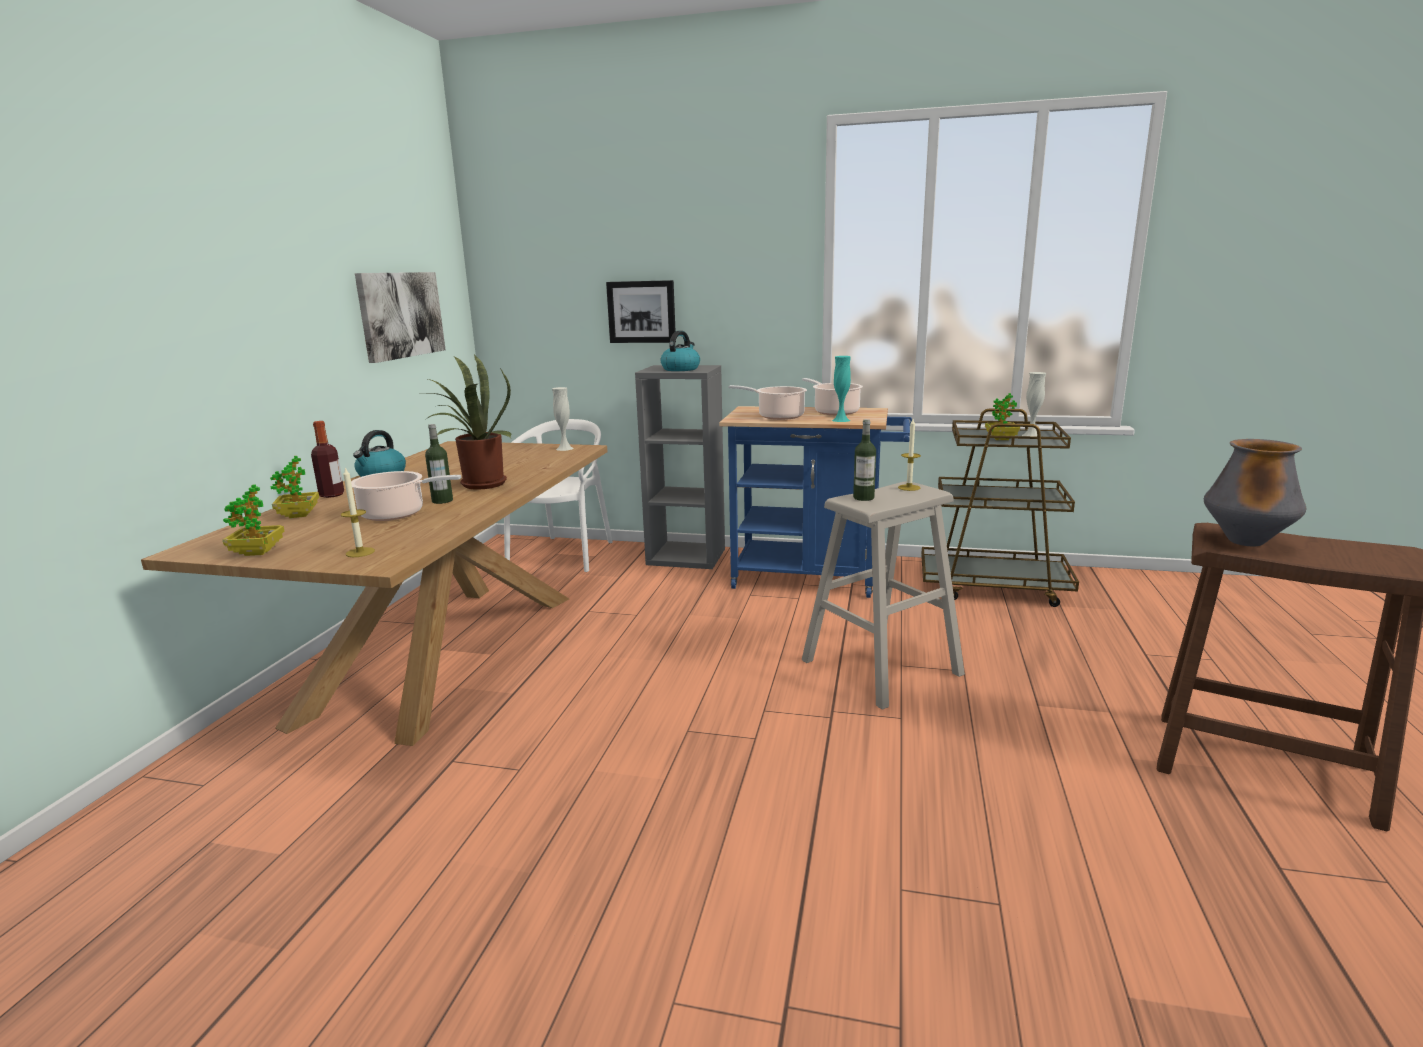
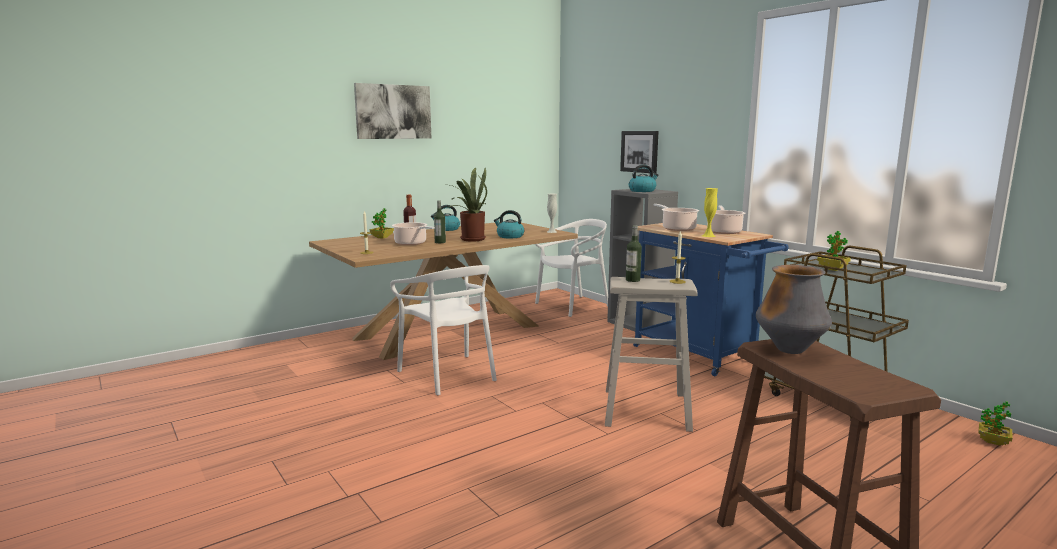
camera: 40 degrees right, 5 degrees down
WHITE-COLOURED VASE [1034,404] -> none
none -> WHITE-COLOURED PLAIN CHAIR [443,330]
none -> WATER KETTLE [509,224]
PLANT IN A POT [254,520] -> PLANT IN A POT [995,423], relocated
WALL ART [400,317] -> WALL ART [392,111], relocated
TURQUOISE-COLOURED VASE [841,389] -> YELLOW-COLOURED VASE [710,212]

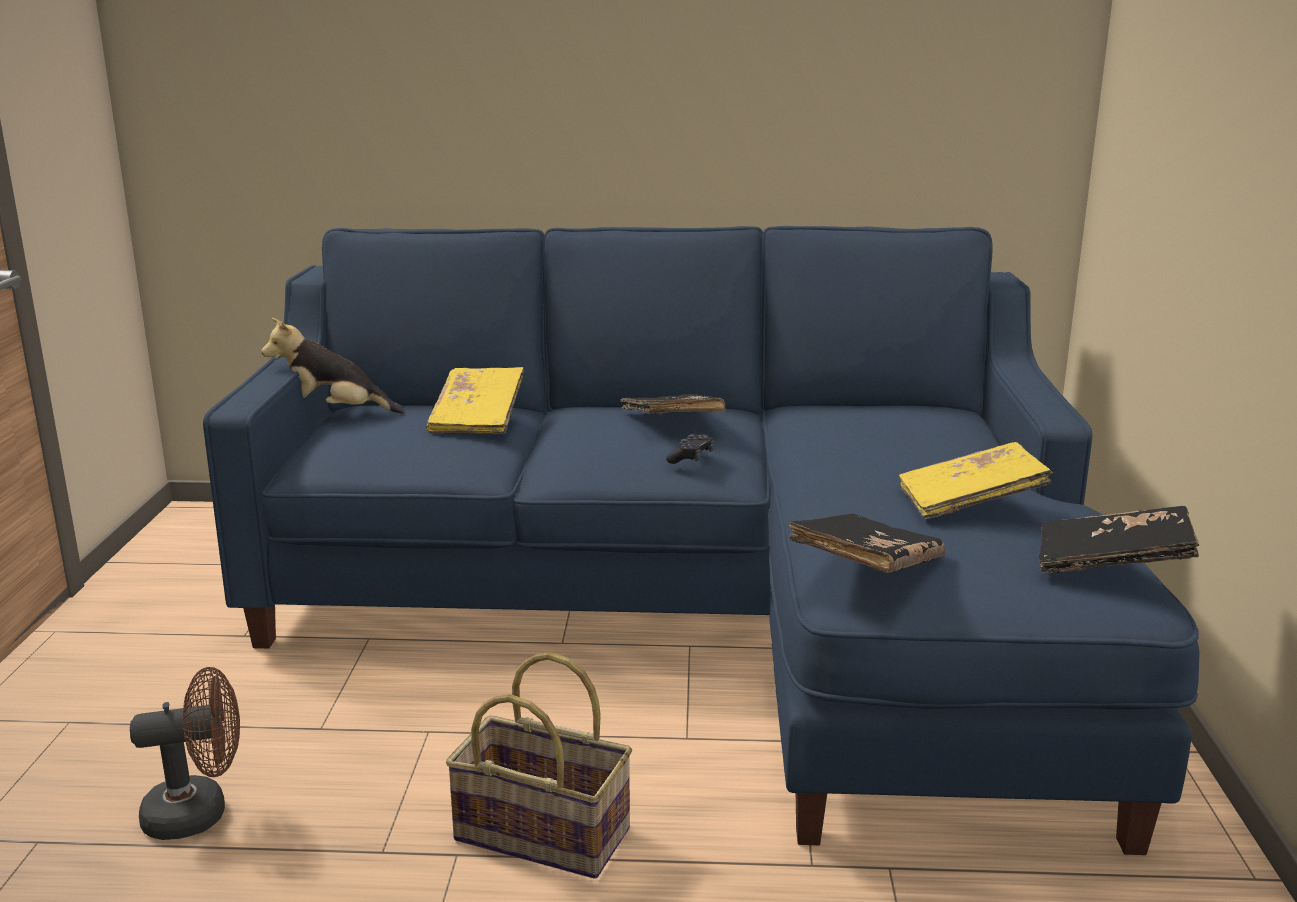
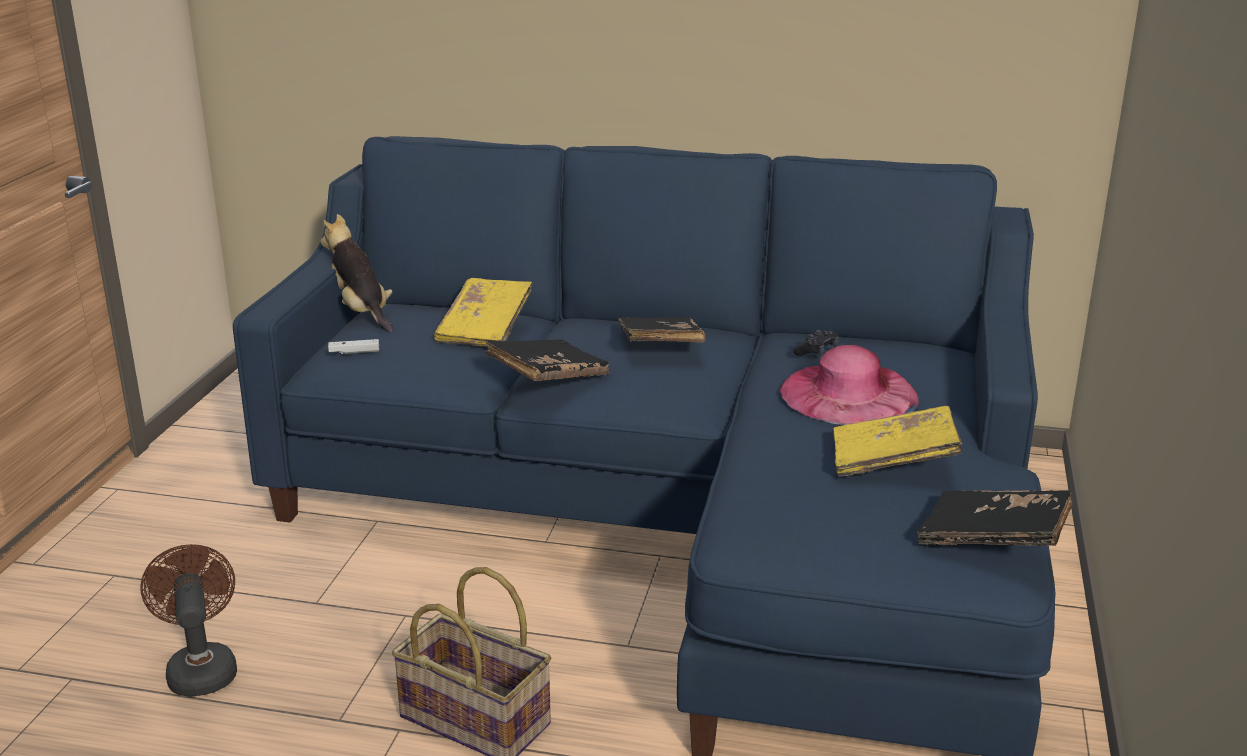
camera: 10 degrees right, 5 degrees up
none -> WHITE-COLOURED JOYPAD [353,346]
none -> PINK HAT [849,385]
BLACKISH JOYPAD [690,449] -> BLACKISH JOYPAD [816,343], relocated
BLACKISH VOLUME [866,543] -> BLACKISH VOLUME [547,360], relocated
BROWN ELECTRIC FAN [185,753] -> BROWN ELECTRIC FAN [188,620], 105 degrees counterclockwise
SOFT TOY [333,365] -> SOFT TOY [357,273], 45 degrees clockwise

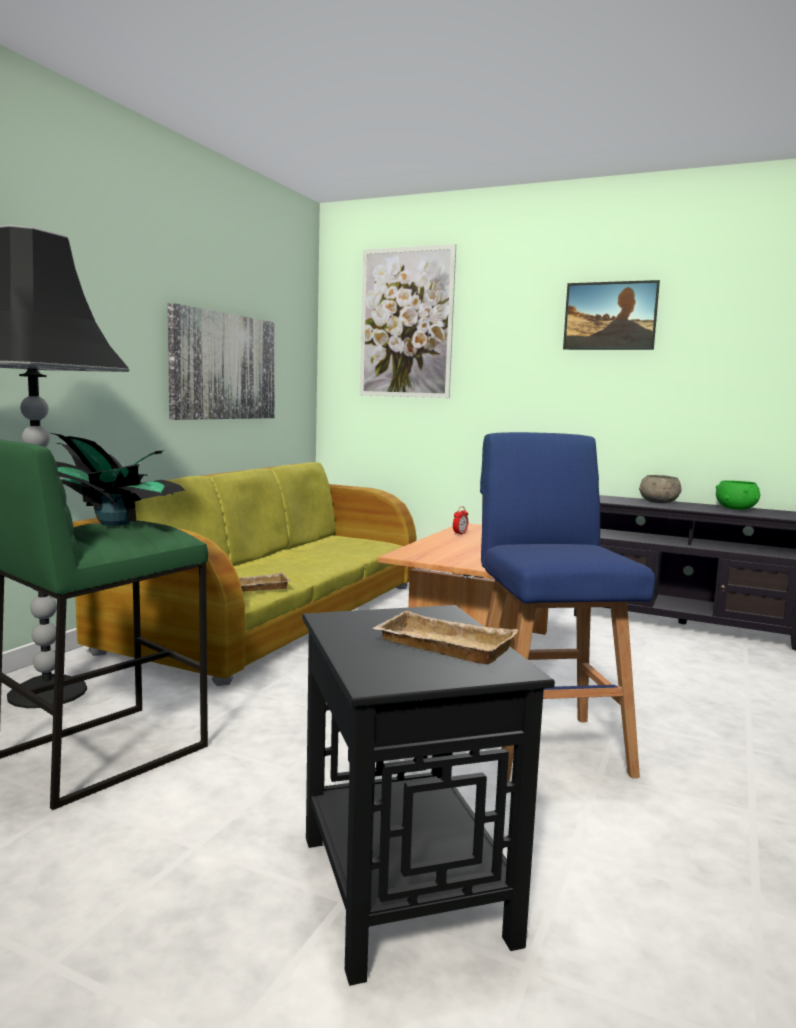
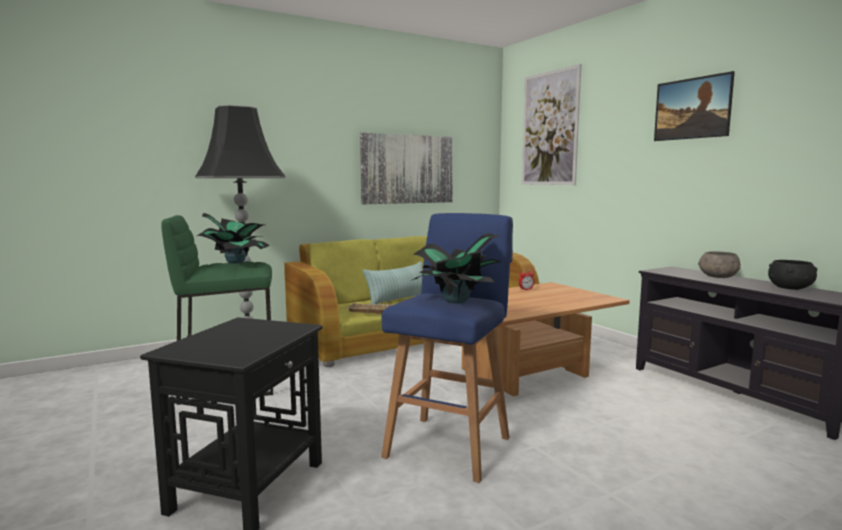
camera: 35 degrees right, 0 degrees up
BEIGE-COLOURED TRAY [445,637] -> none
none -> CUSHION [393,282]
none -> PLANT IN A POT [457,268]
GREEN-COLOURED SERVING BOWL [738,495] -> BLACKISH SERVING BOWL [792,275]

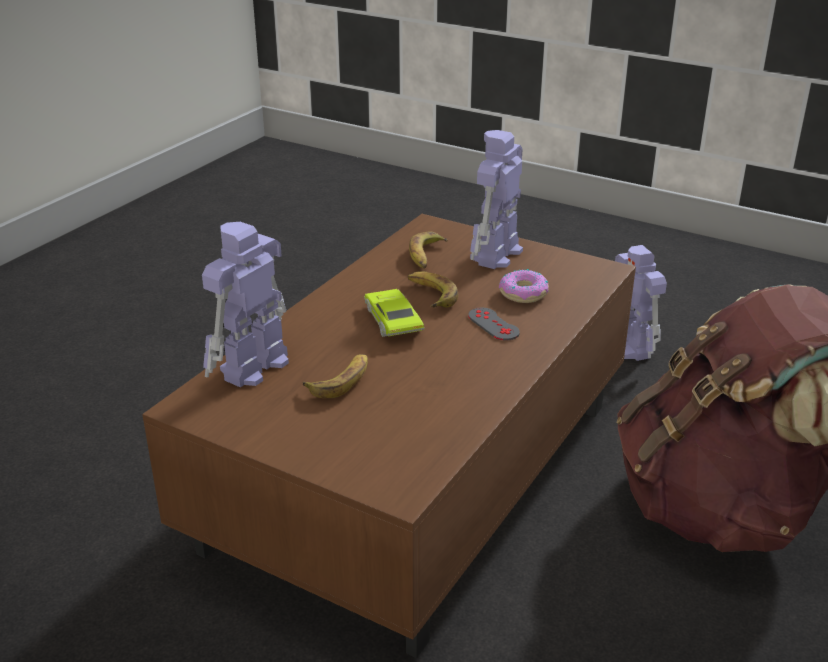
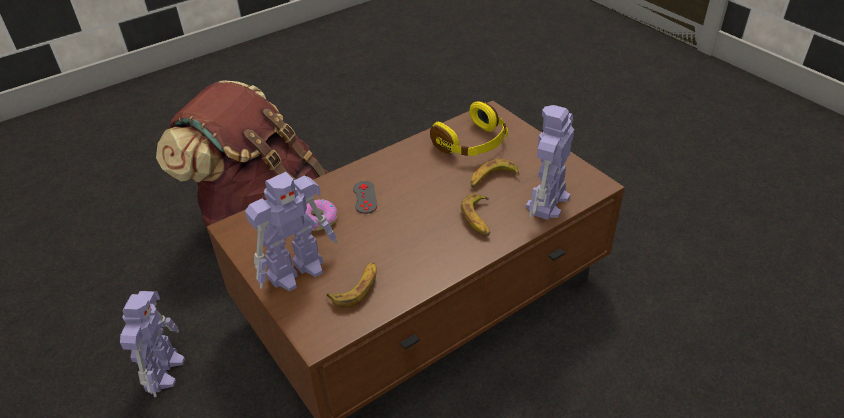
camera: 155 degrees left, 10 degrees up
GREEN-COLOURED TOY CAR [394,313] -> none
none -> YELLOW-COLOURED PAIR OF HEADPHONES [469,129]
BANANA FRUIT [433,289] -> BANANA FRUIT [475,214], relocated
TOY ROBOT [245,304] -> TOY ROBOT [550,162], 150 degrees clockwise

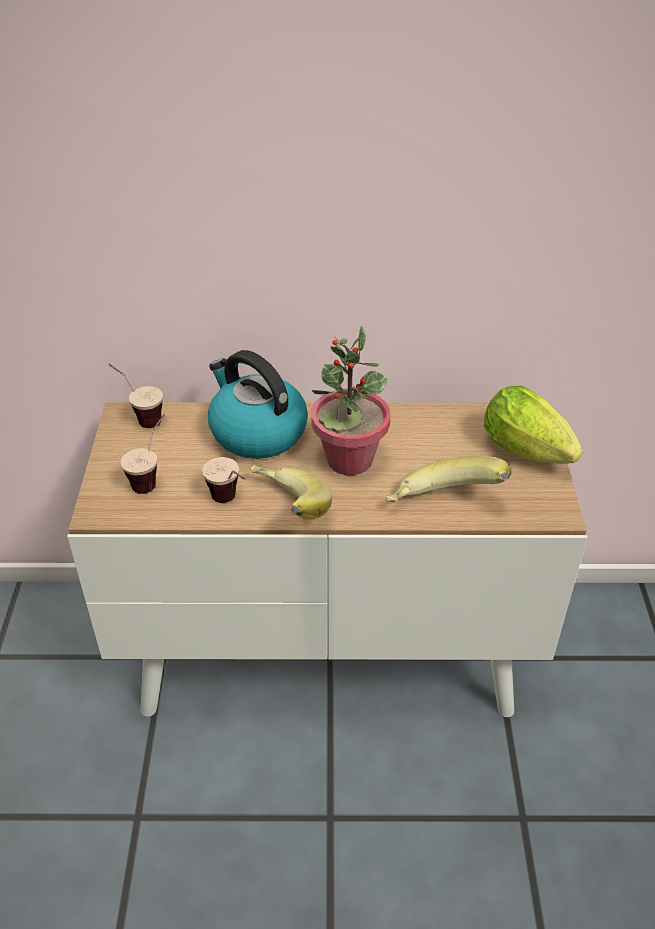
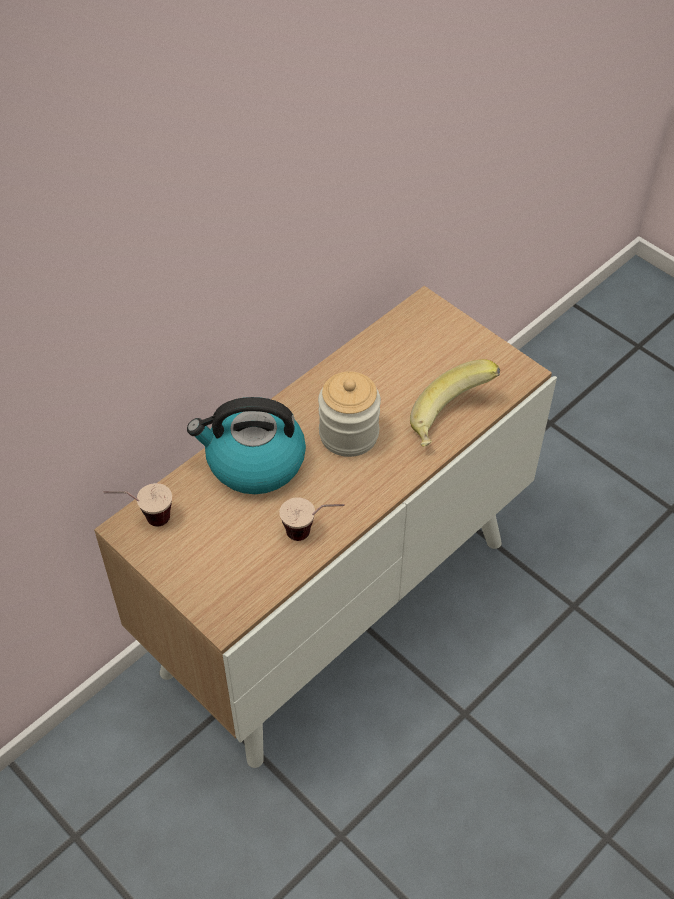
camera: 45 degrees left, 10 degrees up
SMALL CUP [143,454] -> none
BANANA FRUIT [291,492] -> none
LETTUCE HEAD [533,425] -> none
PLANT IN A POT [350,400] -> JAR [349,414]

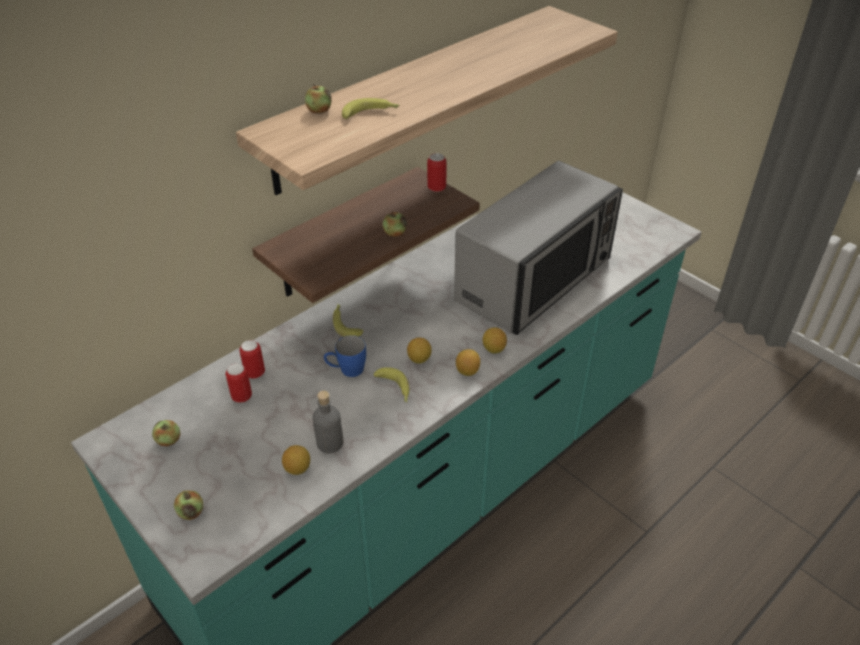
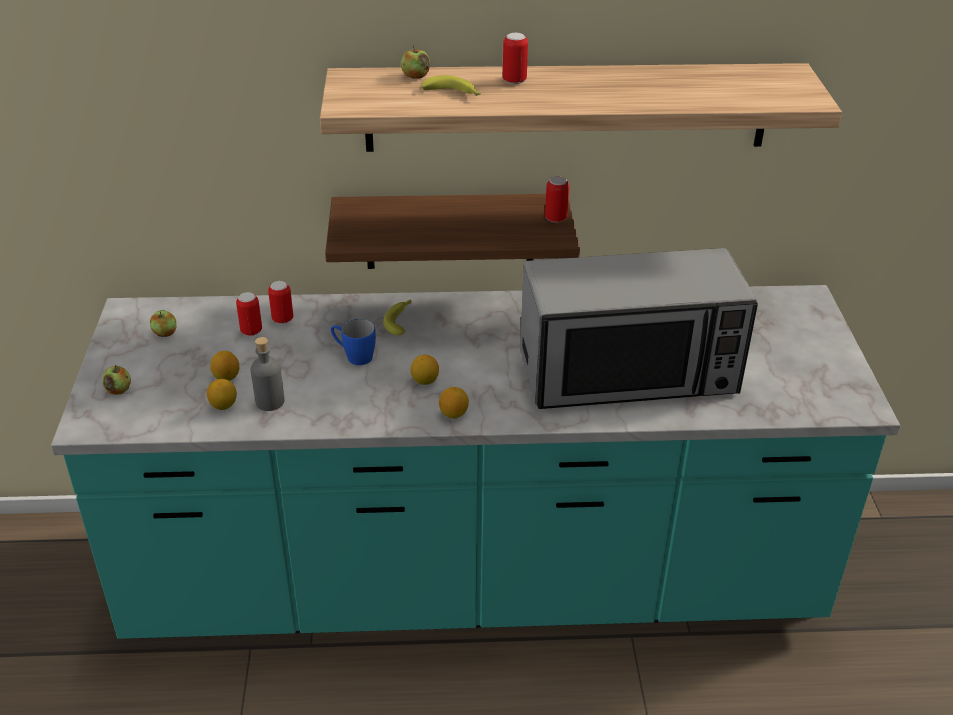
camera: 40 degrees right, 5 degrees down
BANANA FRUIT [391,384] -> none
APPLE FRUIT [395,224] -> none
none -> METAL CAN [515,58]
CITRUS FRUIT [494,340] -> CITRUS FRUIT [224,366], relocated

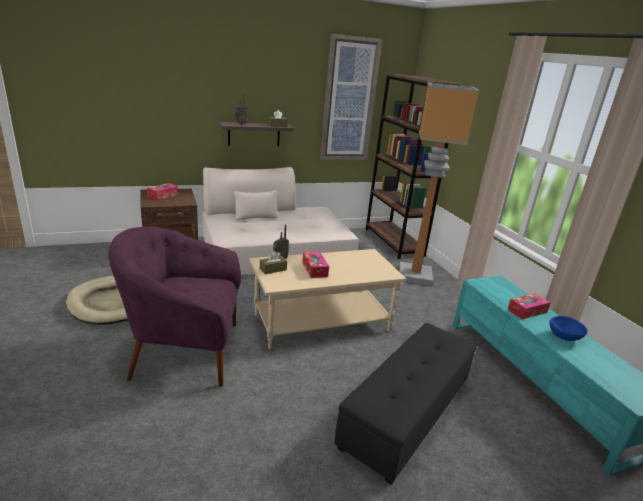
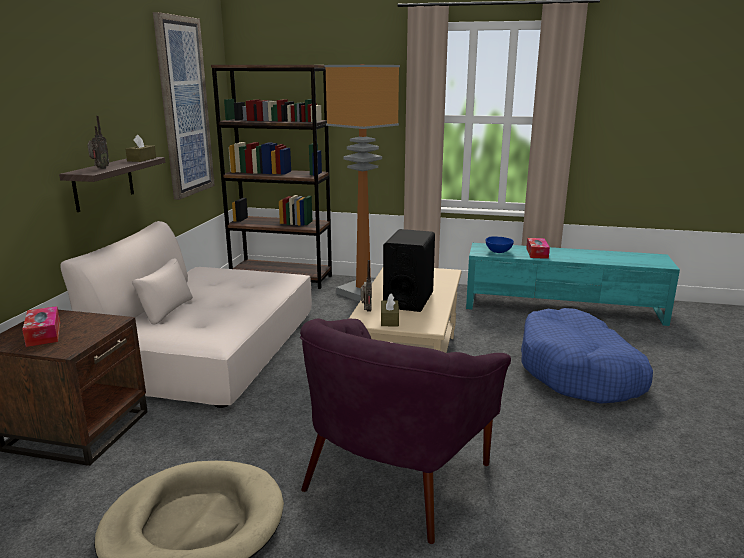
camera: 55 degrees left, 5 degrees down
BLUE-COLOURED SERVING BOWL [568,328] -> BLUE-COLOURED SERVING BOWL [499,244], relocated
TISSUE BOX [315,265] -> BLACKISH SPEAKER [409,270]
BLACKISH FOOTREST [406,403] -> BLUE-COLOURED PET BED [587,356]

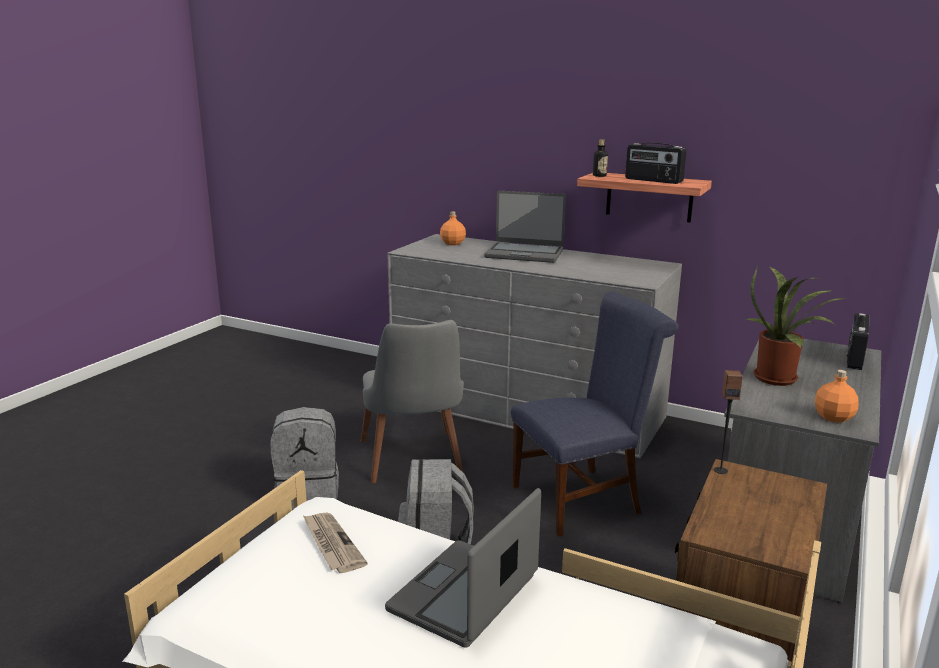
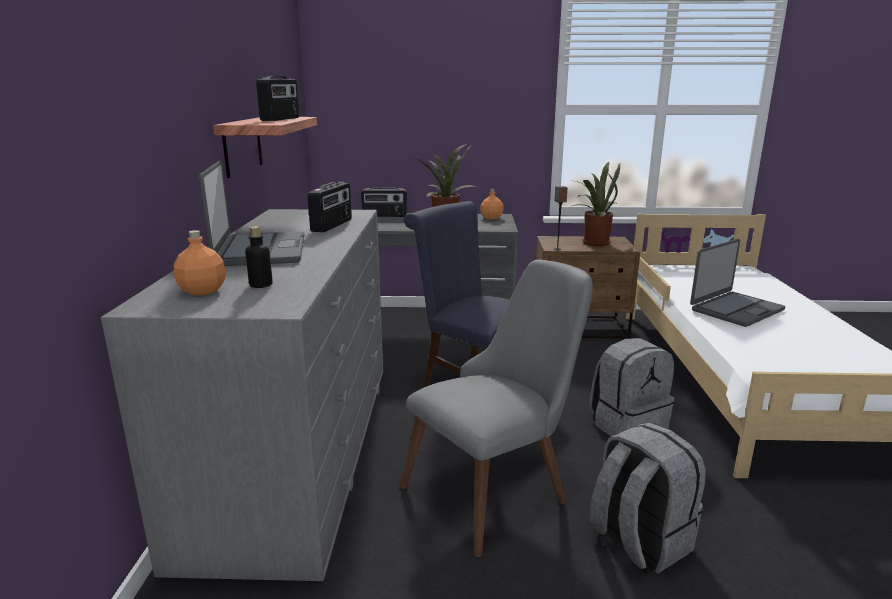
camera: 115 degrees left, 0 degrees up
PRINTED PAPER [335,542] -> none
none -> RADIO SET [330,207]
none -> PLANT IN A POT [595,204]
BEVERAGE BOTTLE [600,158] -> BEVERAGE BOTTLE [259,257], relocated
LAPTOP [463,568] -> LAPTOP [738,283], 45 degrees counterclockwise

